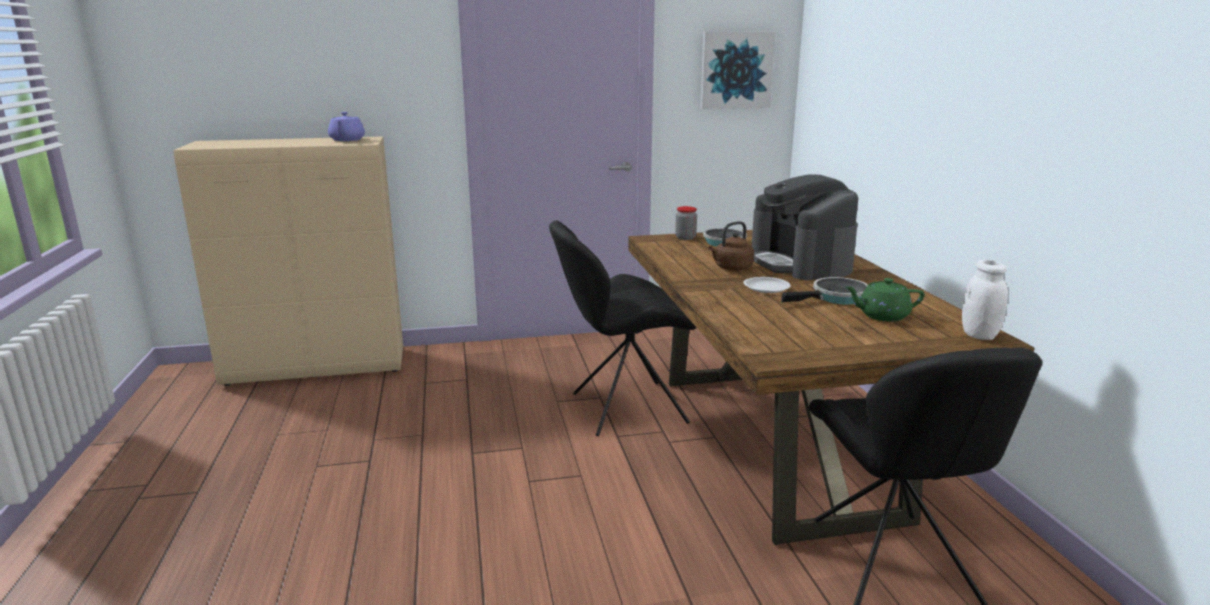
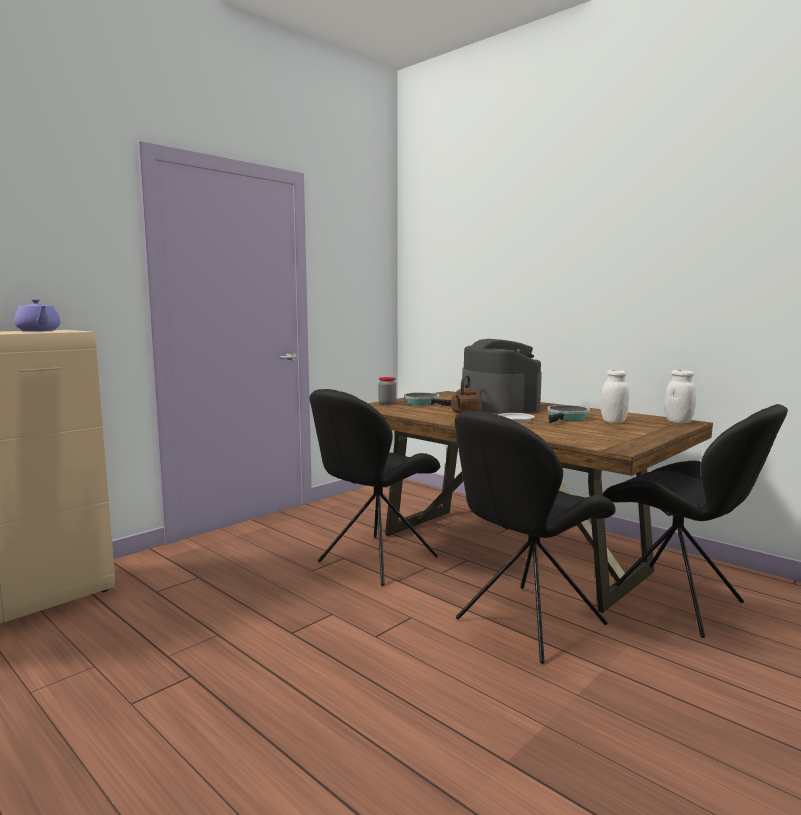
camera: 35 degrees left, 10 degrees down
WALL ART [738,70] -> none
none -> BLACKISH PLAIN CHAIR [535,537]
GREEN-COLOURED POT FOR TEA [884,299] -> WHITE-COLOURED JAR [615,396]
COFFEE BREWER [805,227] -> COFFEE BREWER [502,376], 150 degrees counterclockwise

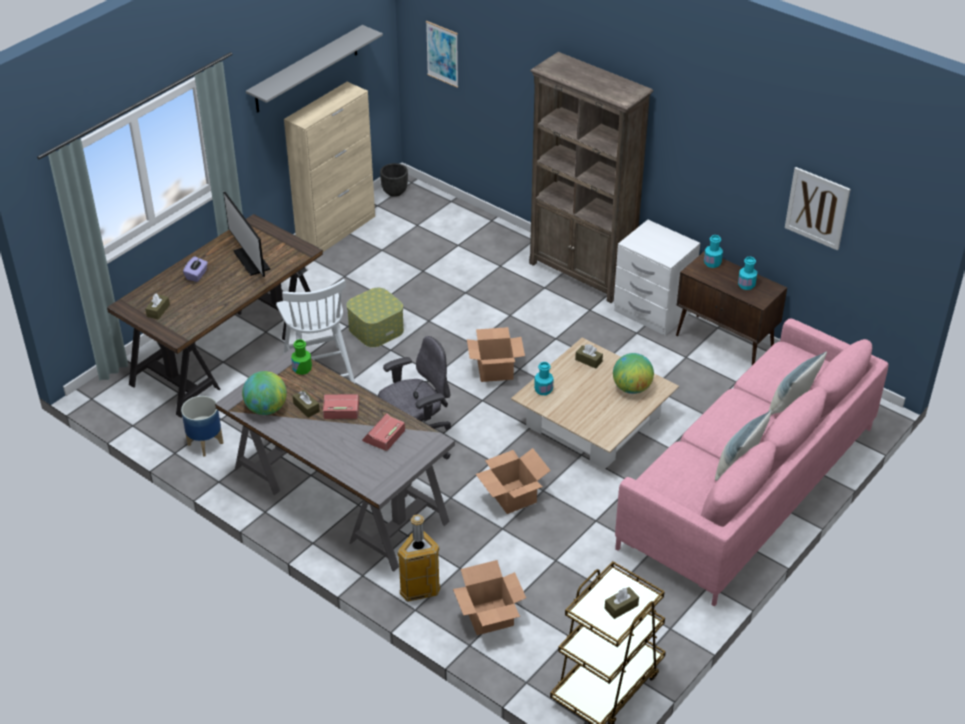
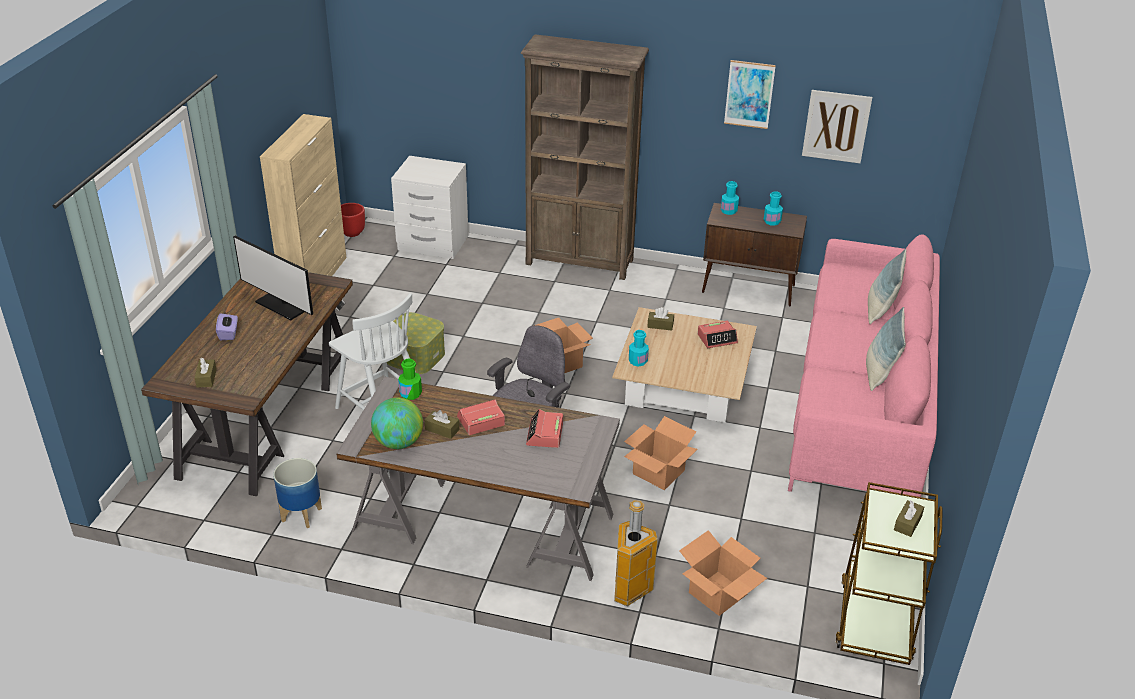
camera: 25 degrees left, 5 degrees down
GREYISH BRACKET SHELF [314,69] -> none
WALL ART [442,54] -> WALL ART [750,94], relocated
WHITE-COLOURED NIGHTSTAND [657,278] -> WHITE-COLOURED NIGHTSTAND [430,207], relocated
DESK GLOBE [633,373] -> ALARM CLOCK [718,334]
BLACKISH FLOWER POT [394,180] -> RED FLOWER POT [353,220]

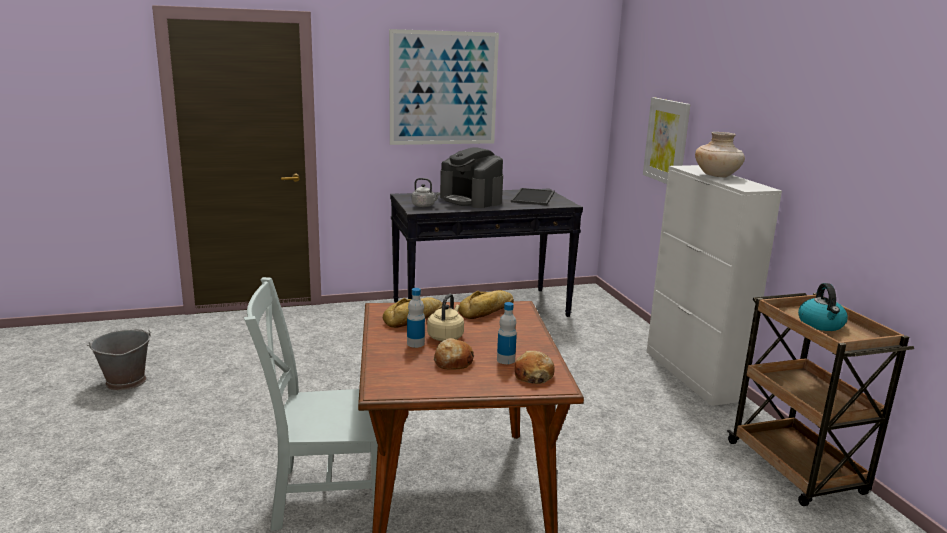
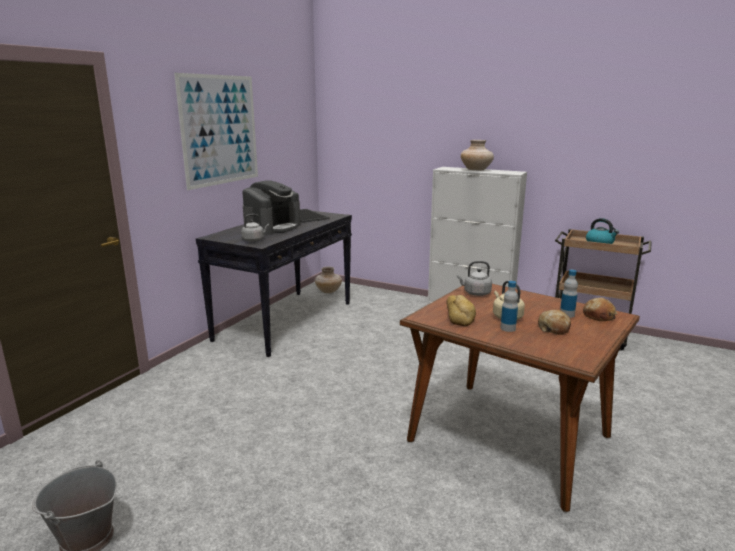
camera: 45 degrees left, 0 degrees up
GREYISH PLAIN CHAIR [311,404] -> none
WALL ART [666,140] -> none
none -> BEIGE-COLOURED VASE [328,280]
BAKED BREAD [486,304] -> GREYISH WATER KETTLE [474,278]
COFFEE BREWER [471,178] -> COFFEE BREWER [272,207], 60 degrees counterclockwise

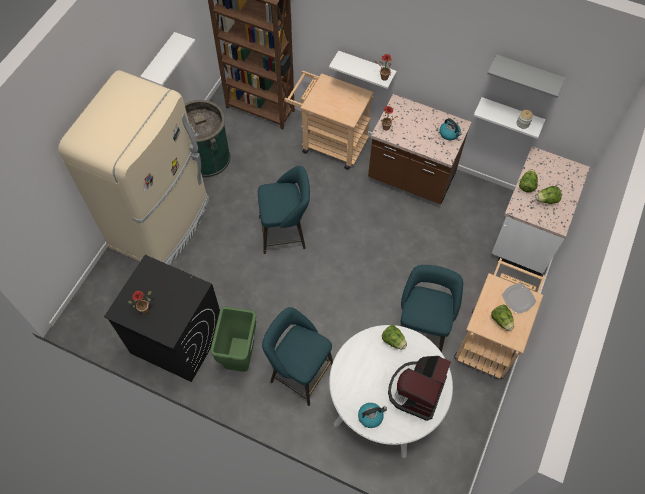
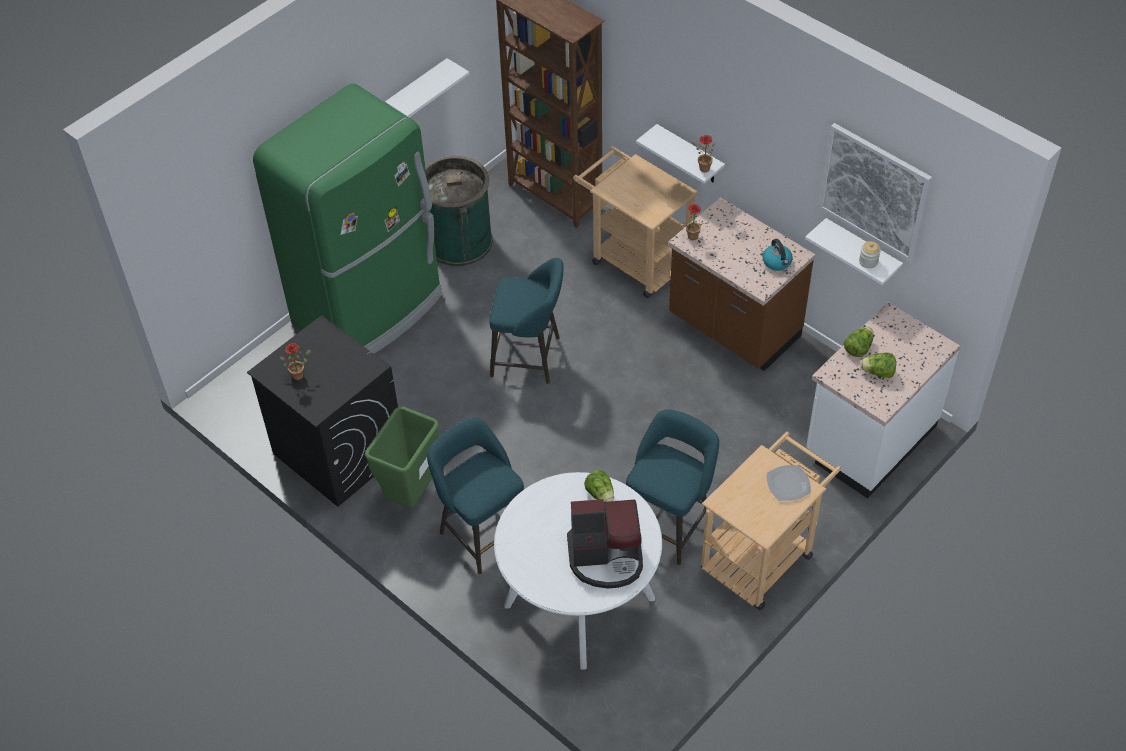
camera: 20 degrees right, 10 degrees down
WATER KETTLE [372,415] -> none
LETTUCE HEAD [502,318] -> none
GREYISH BRACKET SHELF [526,76] -> WALL ART [875,192]
BEIGE-COLOURED FRIDGE [133,167] -> GREEN-COLOURED FRIDGE [348,219]
COFFEE BREWER [419,388] -> COFFEE BREWER [605,544], 135 degrees counterclockwise

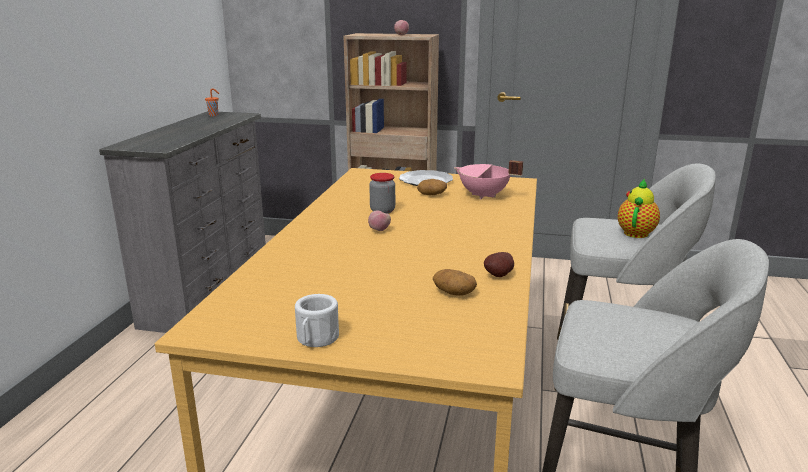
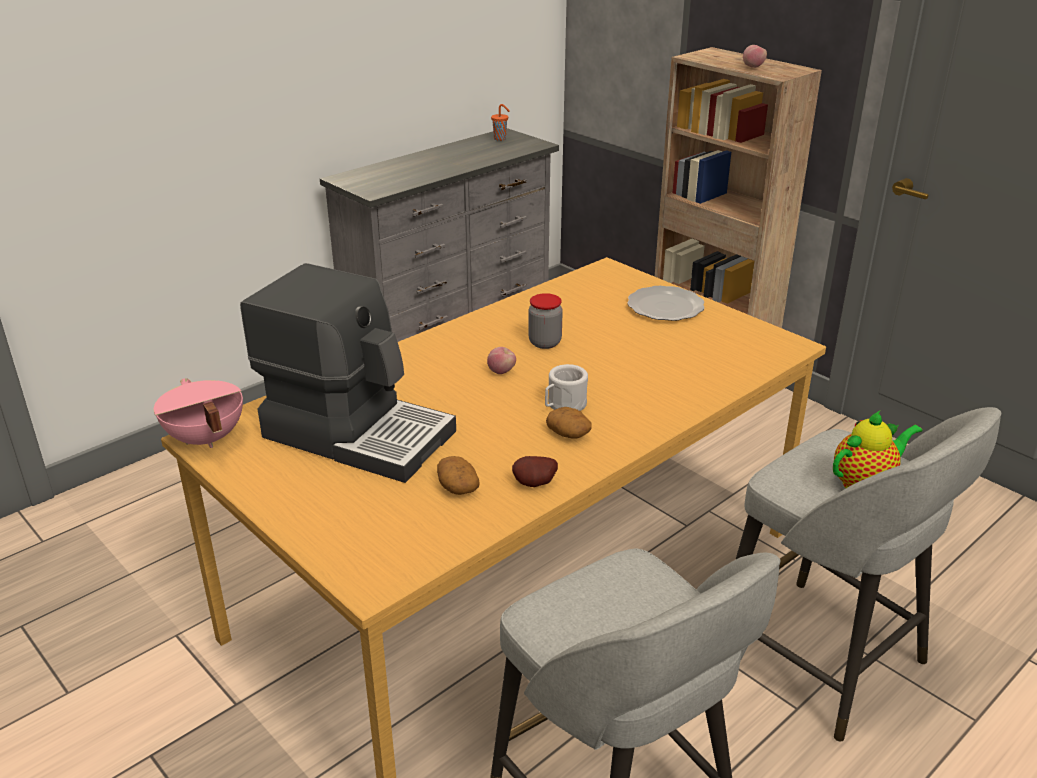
camera: 35 degrees right, 10 degrees up
none -> COFFEE BREWER [348,373]
WHITE-COLOURED MUG [317,320] -> WHITE-COLOURED MUG [566,387], relocated
WHOLE POTATO [432,187] -> WHOLE POTATO [569,423], relocated
PINK COOKING POT [488,179] -> PINK COOKING POT [198,413], relocated

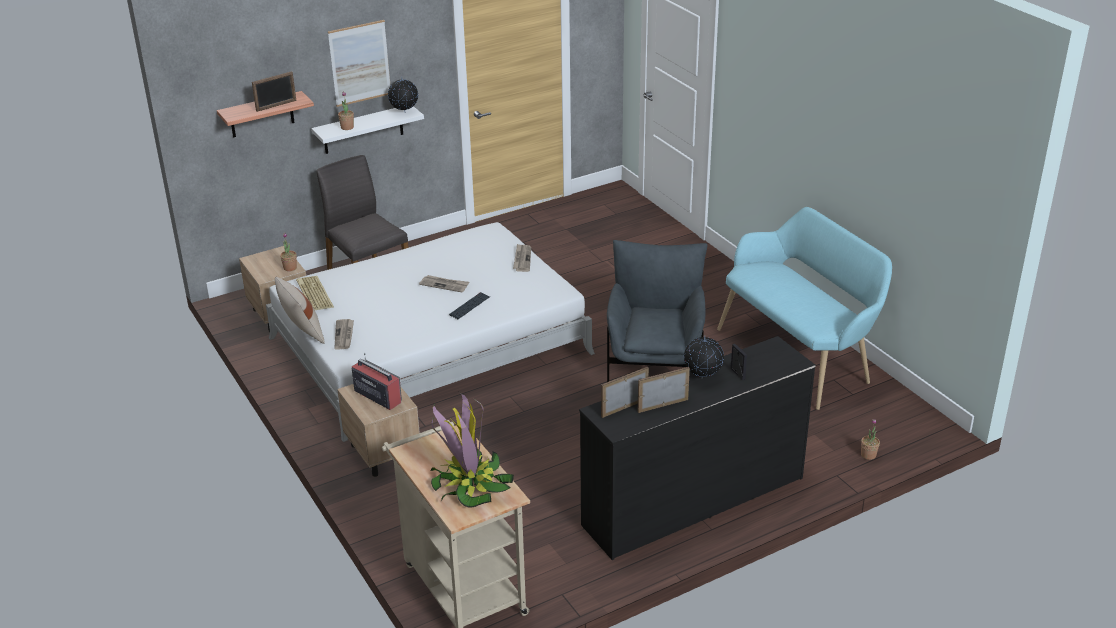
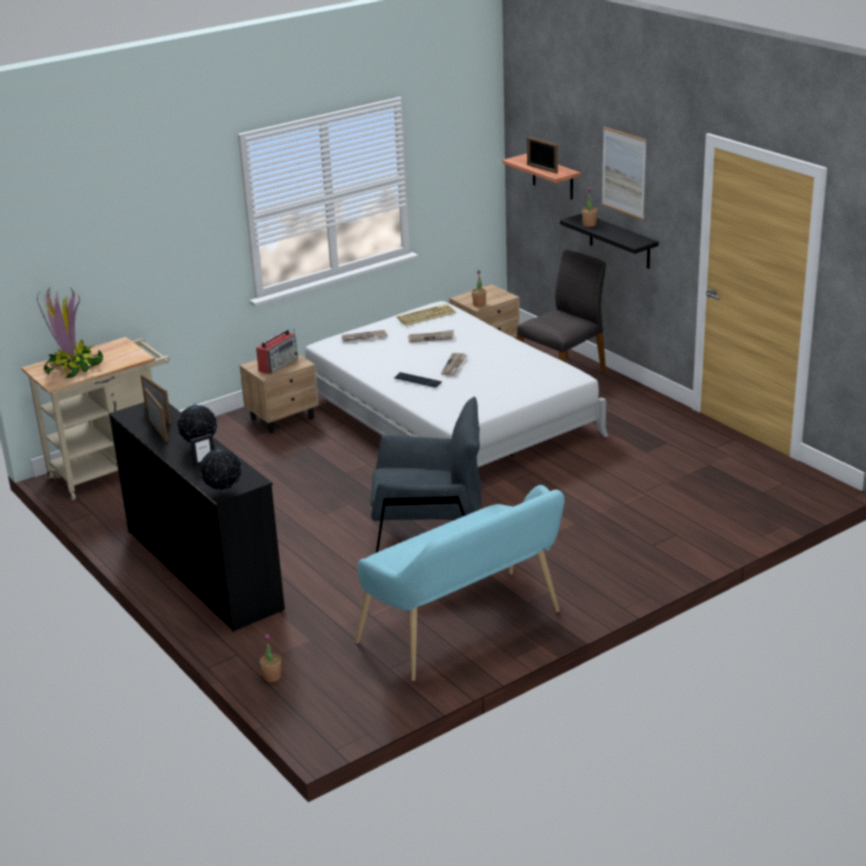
camera: 85 degrees right, 5 degrees down
BEIGE-COLOURED CUSHION [300,310] -> none
DESK GLOBE [403,94] -> DESK GLOBE [221,469], relocated
PRINTED PAPER [522,258] -> PRINTED PAPER [431,336], relocated
WHITE-COLOURED BRACKET SHELF [367,130] -> BLACKISH BRACKET SHELF [609,241]

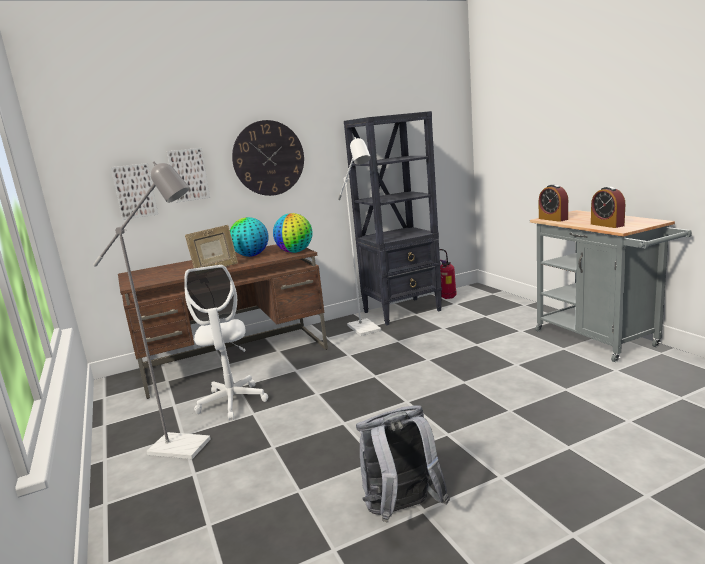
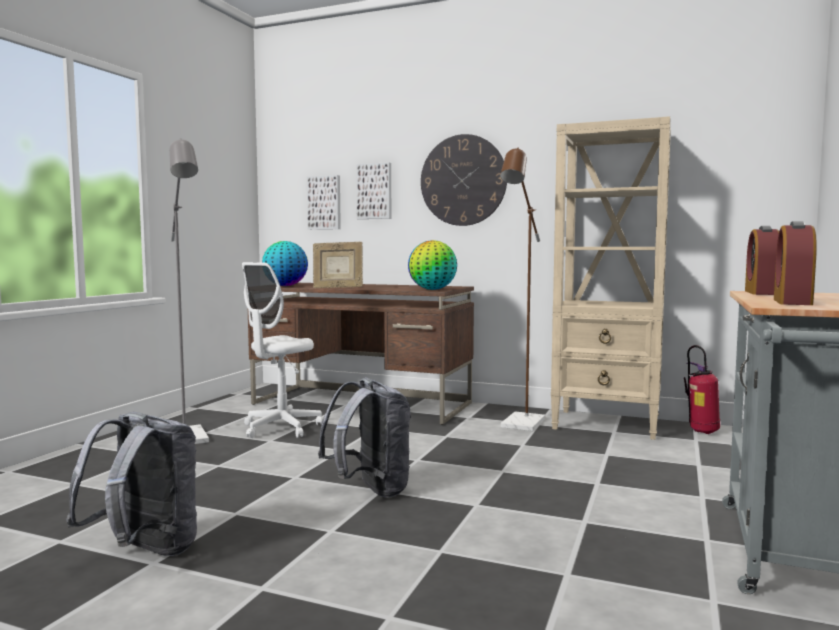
camera: 45 degrees right, 10 degrees down
none -> GREYISH KNAPSACK [364,437]
DESK GLOBE [249,237] -> DESK GLOBE [285,263], relocated
WHITE-COLOURED STANDING LAMP [359,236] -> BROWN STANDING LAMP [522,289]
BLACKISH SHELVING UNIT [393,218] -> BEIGE-COLOURED SHELVING UNIT [611,278]

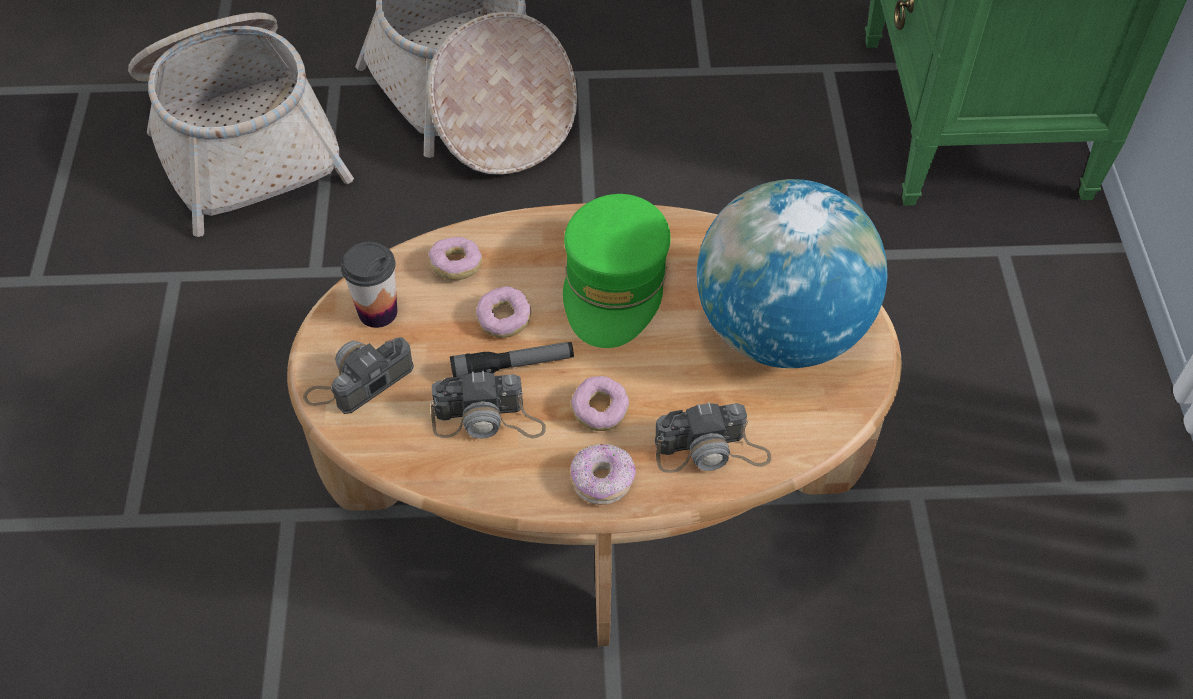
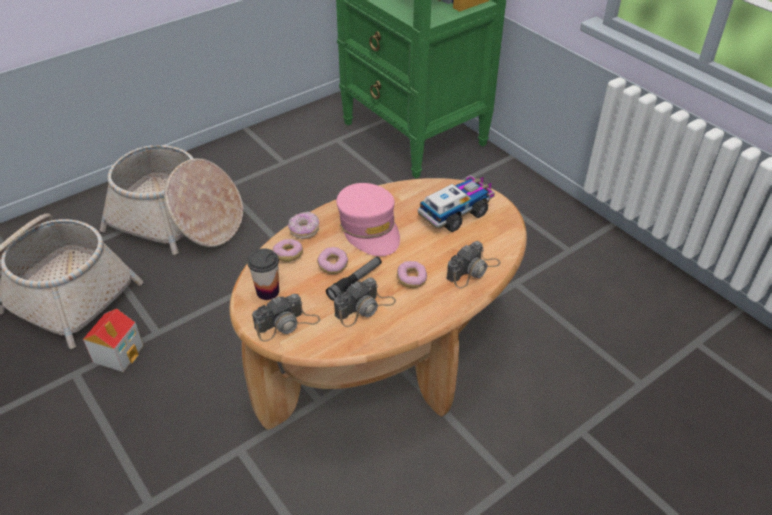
camera: 35 degrees left, 10 degrees down
none -> MODEL HOUSE [113,340]
RING DOUGHNUT [603,474] -> RING DOUGHNUT [303,225], relocated
DESK GLOBE [792,273] -> MODEL TRUCK [456,203]
GREEN-COLOURED BASEBALL CAP [617,271] -> PINK BASEBALL CAP [368,219]
STILL CAMERA [358,375] -> STILL CAMERA [286,318], 135 degrees counterclockwise

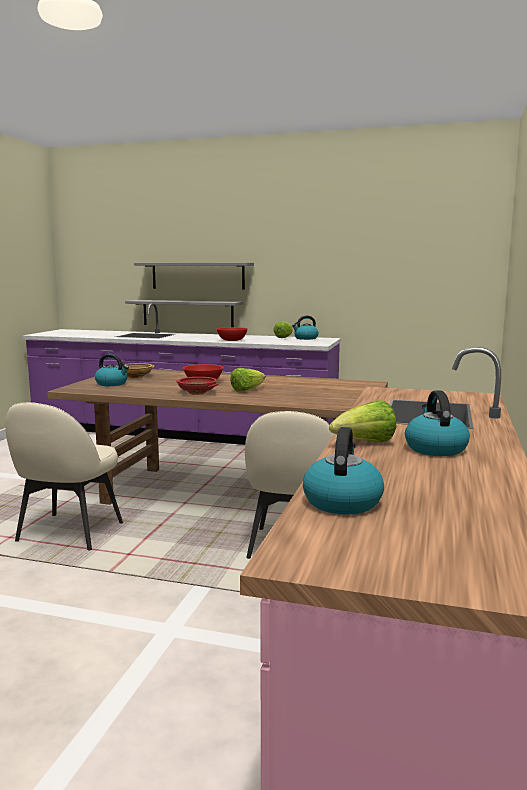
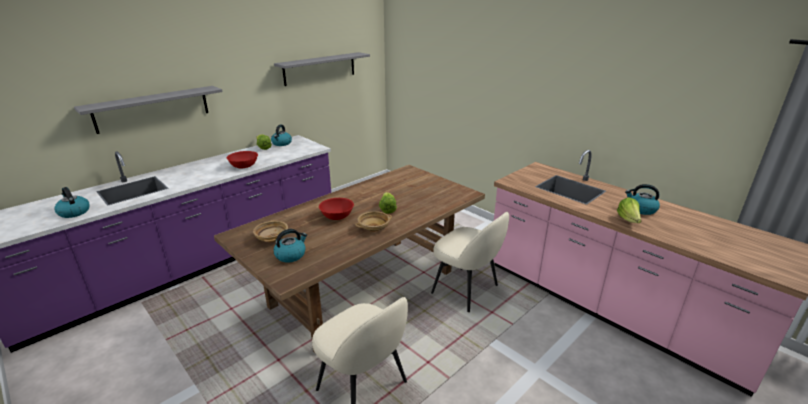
camera: 60 degrees left, 15 degrees up
GREYISH BRACKET SHELF [184,313] -> GREYISH BRACKET SHELF [322,69], relocated
WATER KETTLE [343,471] -> WATER KETTLE [72,202], relocated
RED SERVING BOWL [197,386] -> BEIGE-COLOURED SERVING BOWL [373,221]

